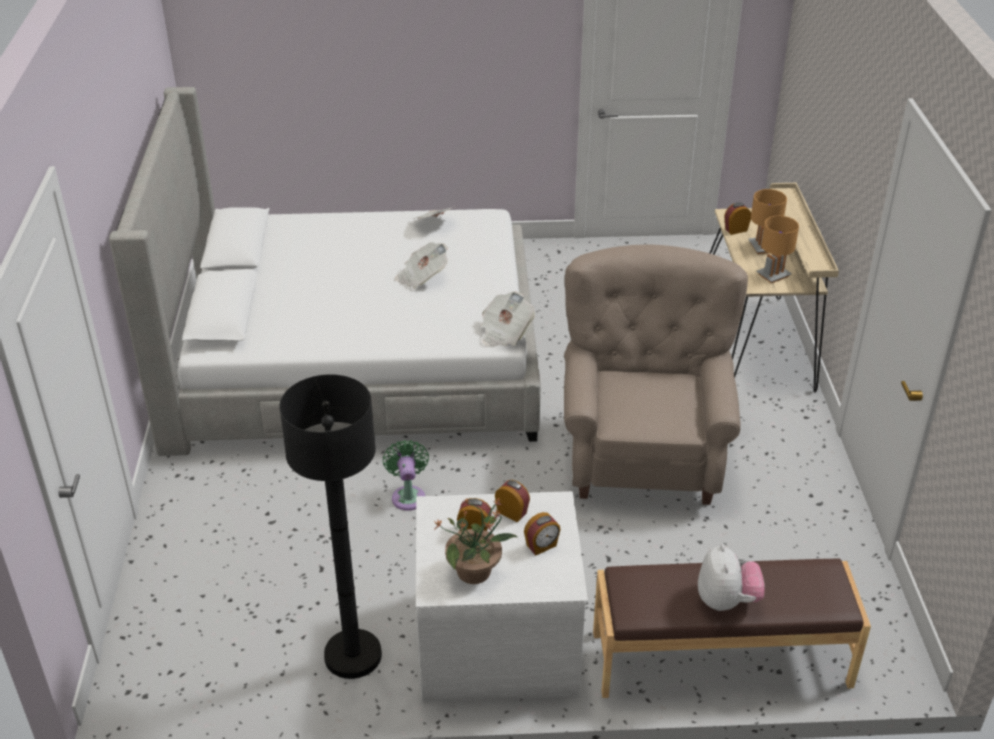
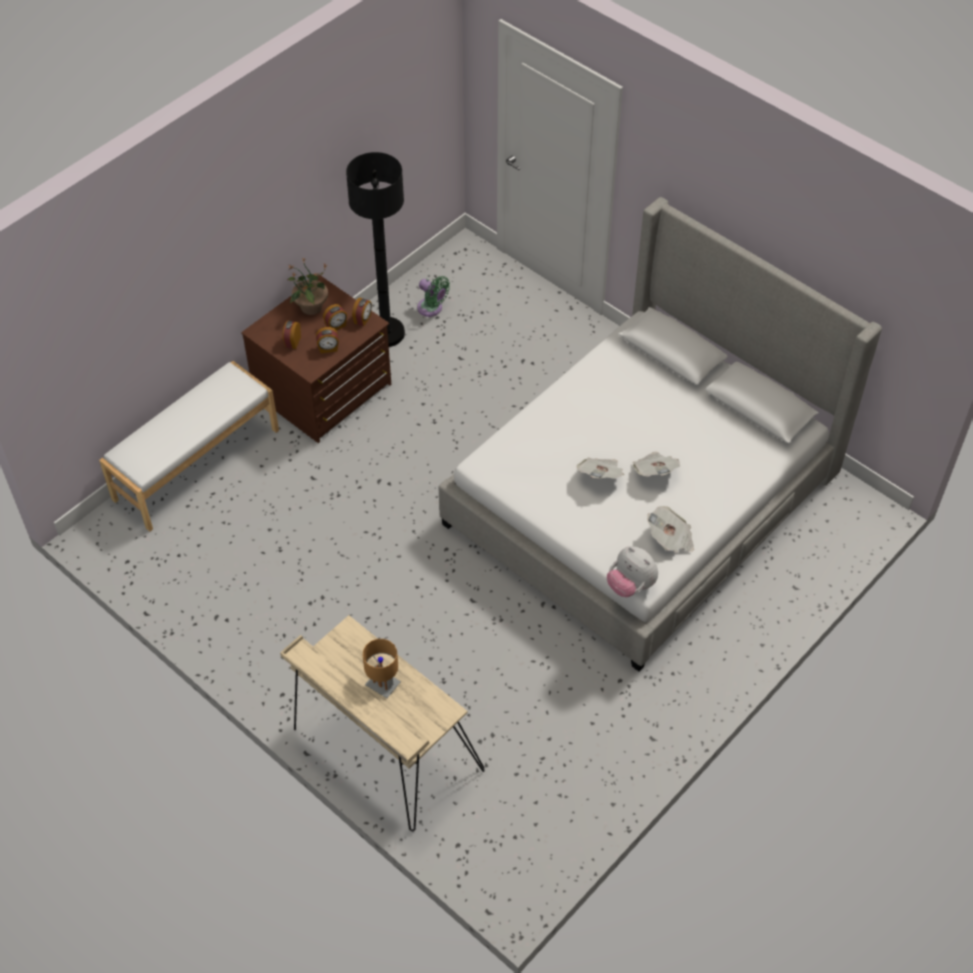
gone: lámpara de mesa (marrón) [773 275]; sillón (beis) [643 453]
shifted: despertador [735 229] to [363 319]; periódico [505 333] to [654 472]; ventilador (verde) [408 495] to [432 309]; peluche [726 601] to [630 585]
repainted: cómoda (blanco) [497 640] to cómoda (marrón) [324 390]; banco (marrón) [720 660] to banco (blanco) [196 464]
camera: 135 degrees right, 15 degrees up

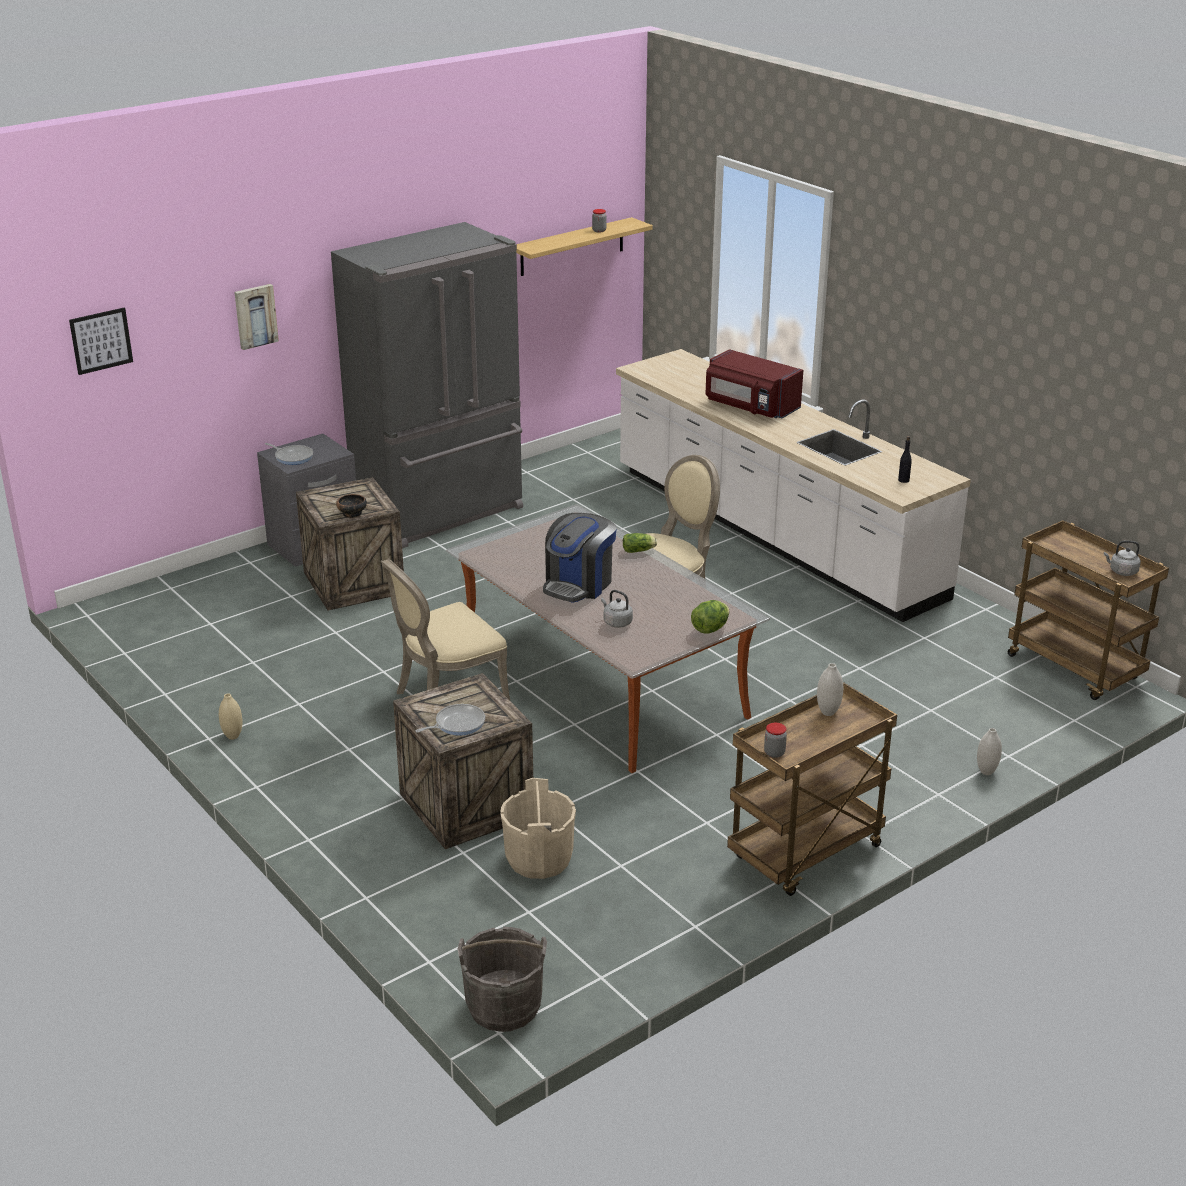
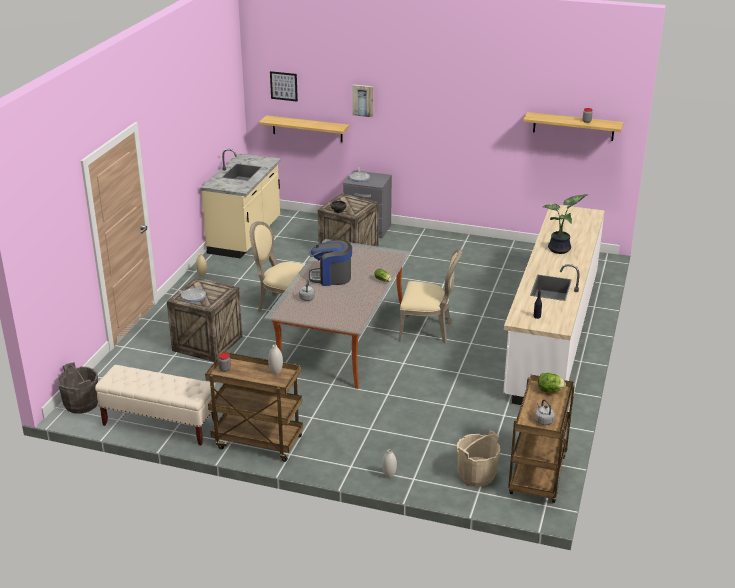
gone: nevera (gris) [441 512]
new: estante [307 128]; mueble bajo de cocina (beis) [245 237]; banco (beis) [160 424]
shifted: lechuga [710 629] to [549 391]; cubo (beis) [539 859] to [476 475]
swapped: microondas (rojo) [750 407] to planta en maceta [560 250]
camera: 55 degrees right, 0 degrees up

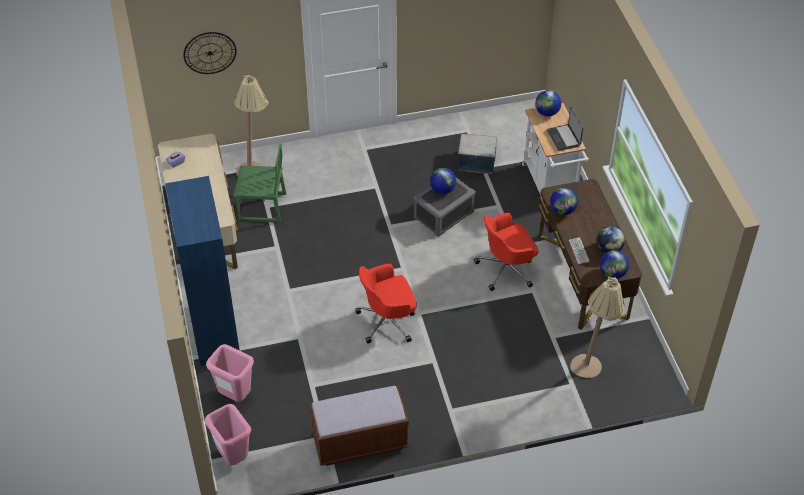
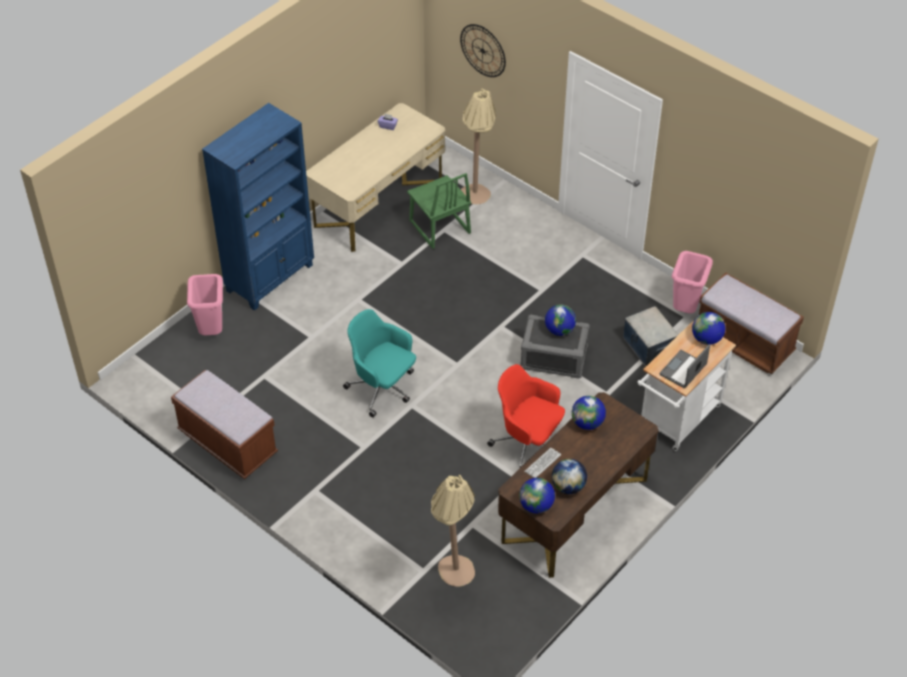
new: banco (marrón) [744 342]
shifted: papelera (rosa) [233 457] to [685 309]
repainted: silla de oficina (rojo) [388 321] to silla de oficina (turquesa) [382 388]
camera: 55 degrees right, 0 degrees up

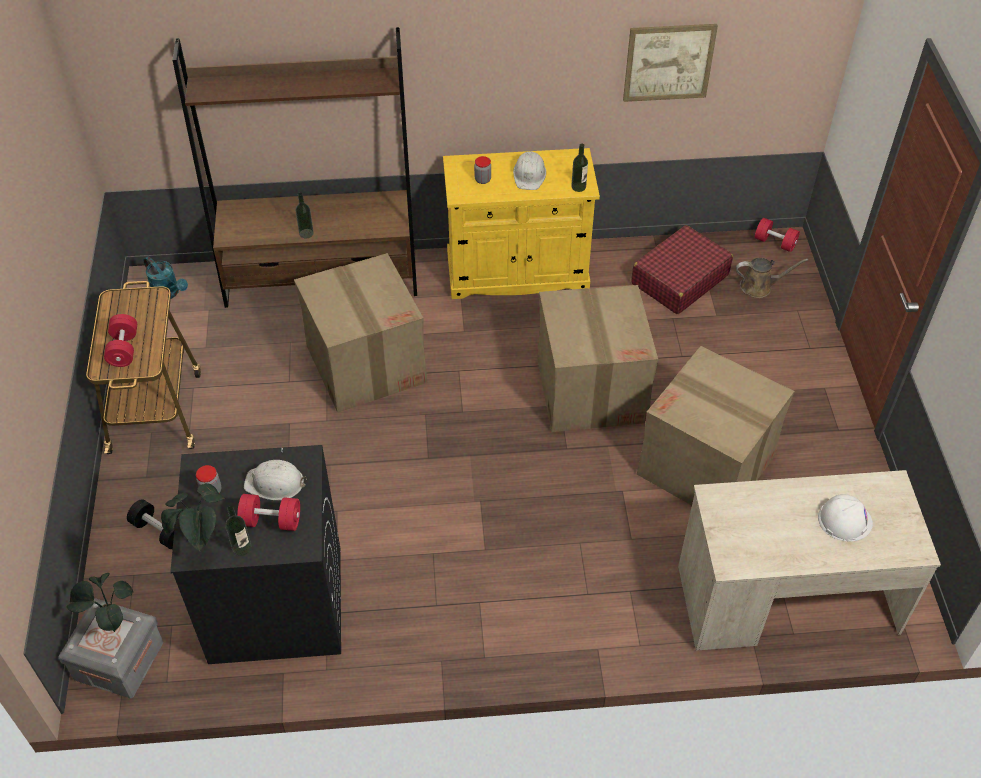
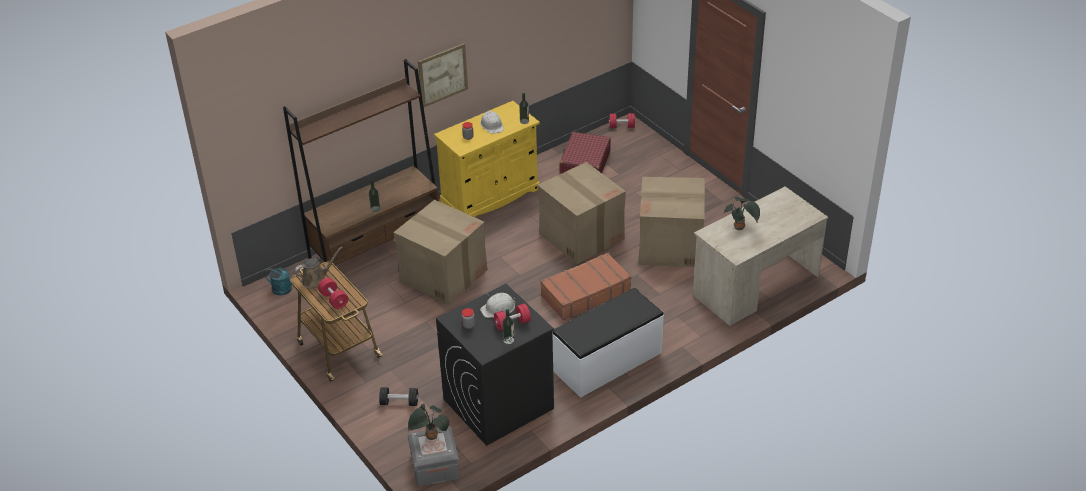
gone: casco (blanco) [844 520]
new: maleta (marrón) [585 293]; banco (blanco) [608 362]
shifted: cuadro [668 62] to [442 75]; regadera (marrón) [759 286] to [317 280]; planta en maceta [202 539] to [740 228]
camera: 30 degrees left, 10 degrees down

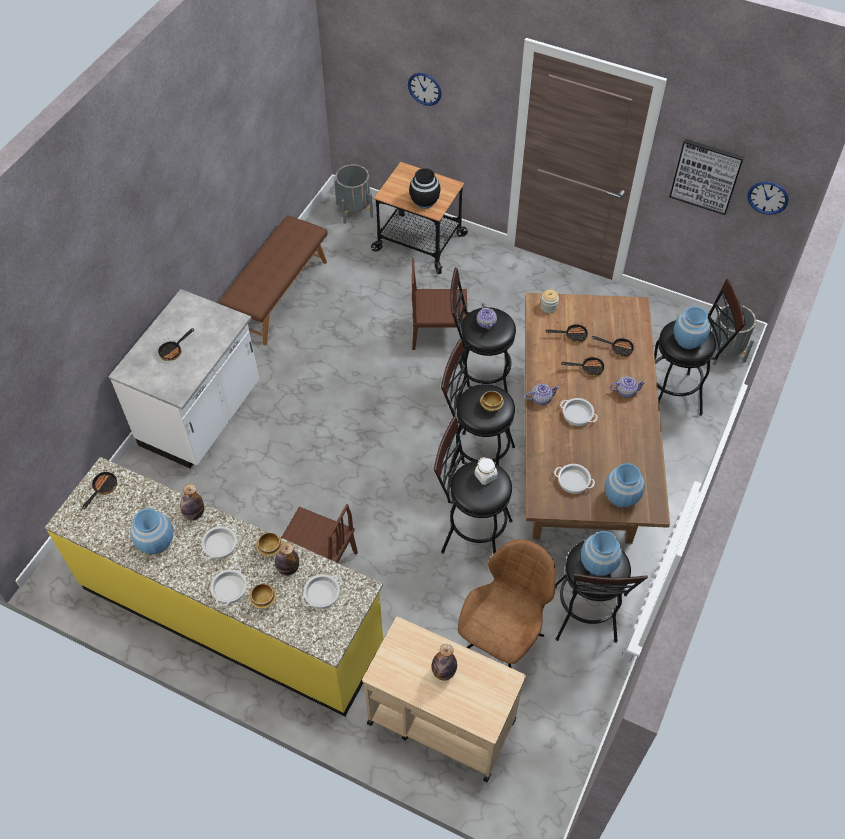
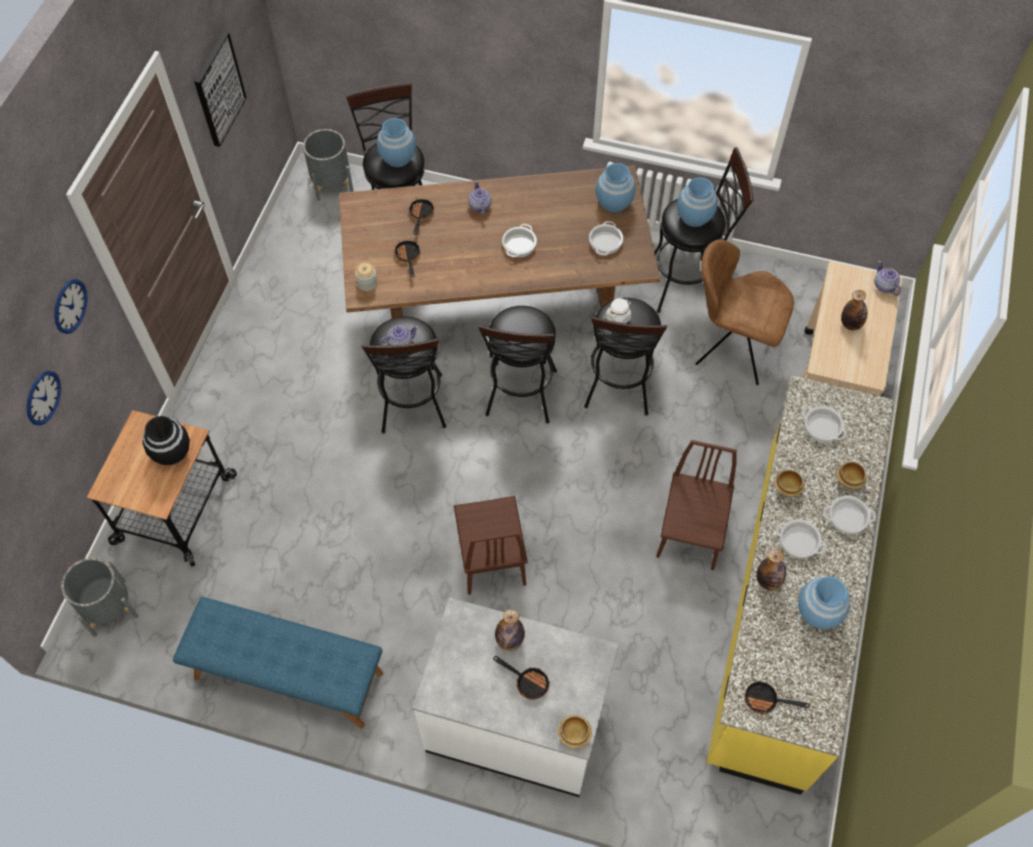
gone: sartén [588 368]
shifted: reloj de pared [768 197] to [70 306]; silla (marrón) [438 333] to [491 557]; tetera [540 399] to [884 286]; cuenco [490 406] to [574 735]; botella [288 568] to [509 640]
repainted: banco (marrón) [279 295] to banco (azul) [288 676]
camera: 100 degrees left, 5 degrees up

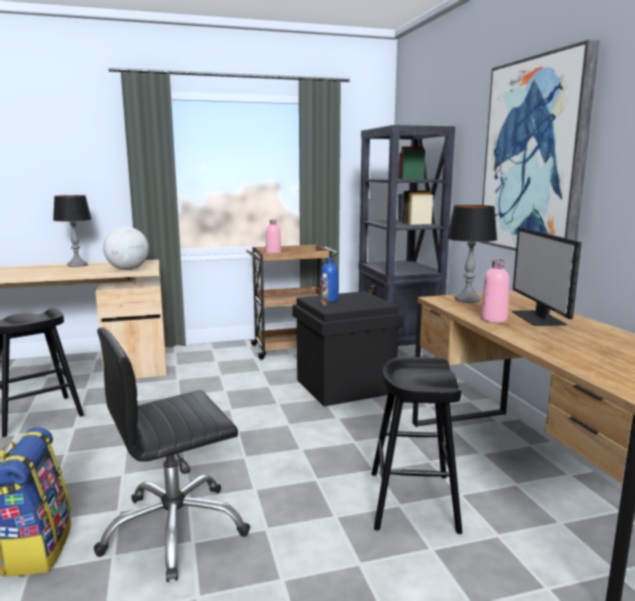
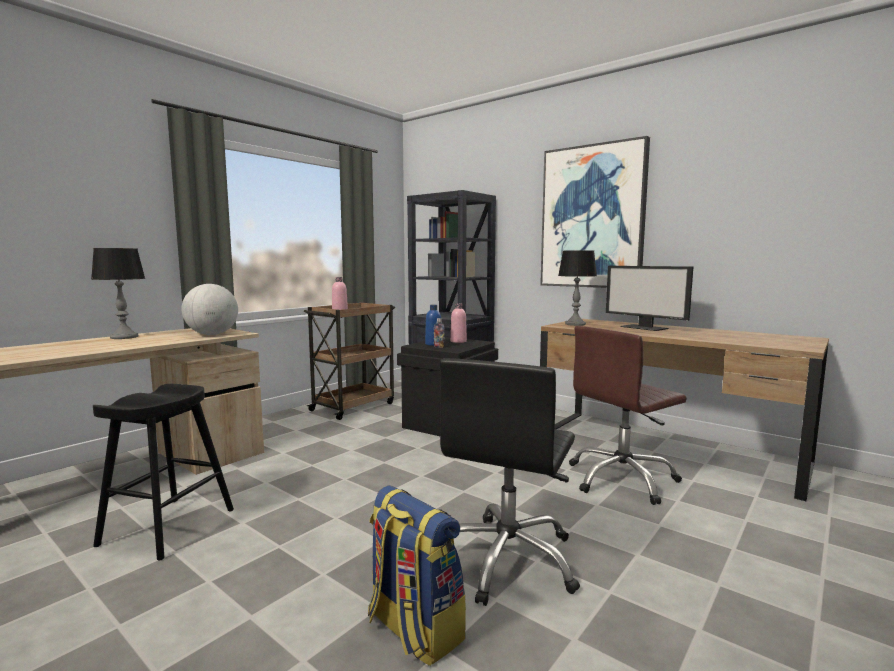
shifted: botella (rosa) [493 319] to [458 341]
swapped: taburete (negro) [413 501] to silla de oficina (marrón) [622 479]
camera: 35 degrees left, 5 degrees down

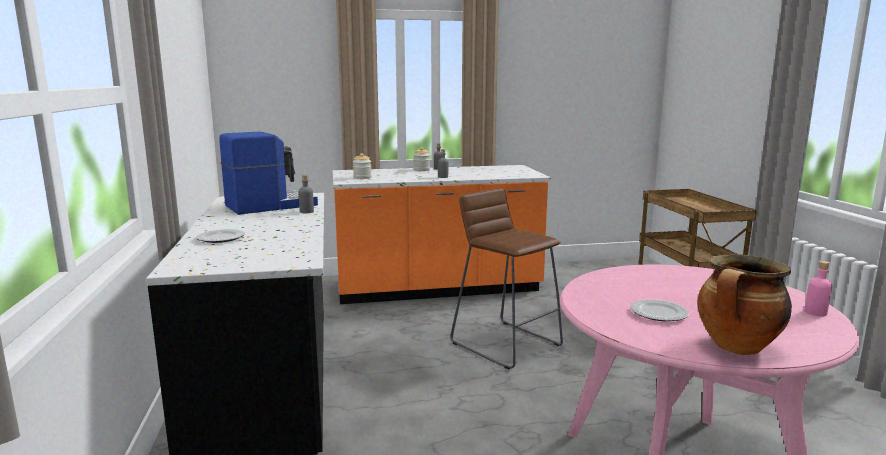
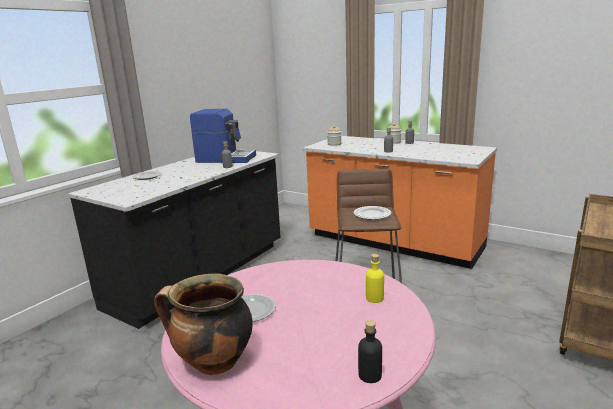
new: plato [372 214]; botella (amarillo) [374 298]
repainted: botella (rosa) [815 312] to botella (negro) [370 375]
camera: 45 degrees right, 5 degrees up

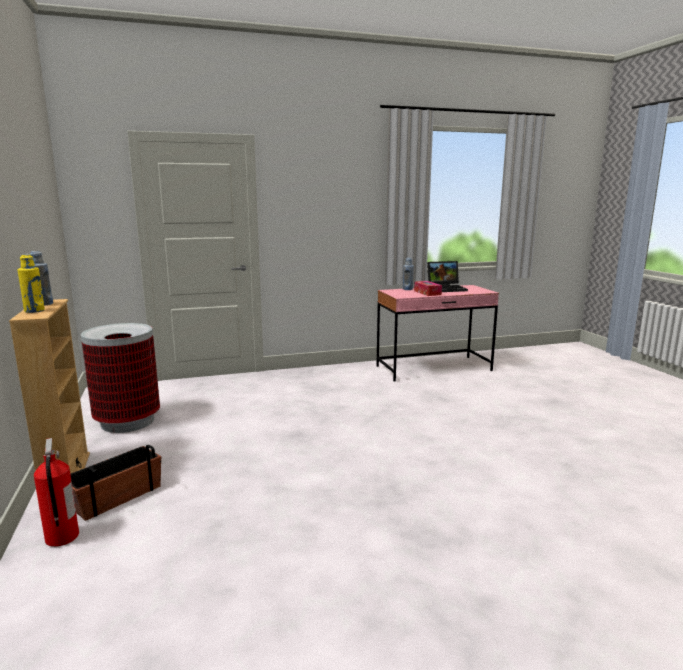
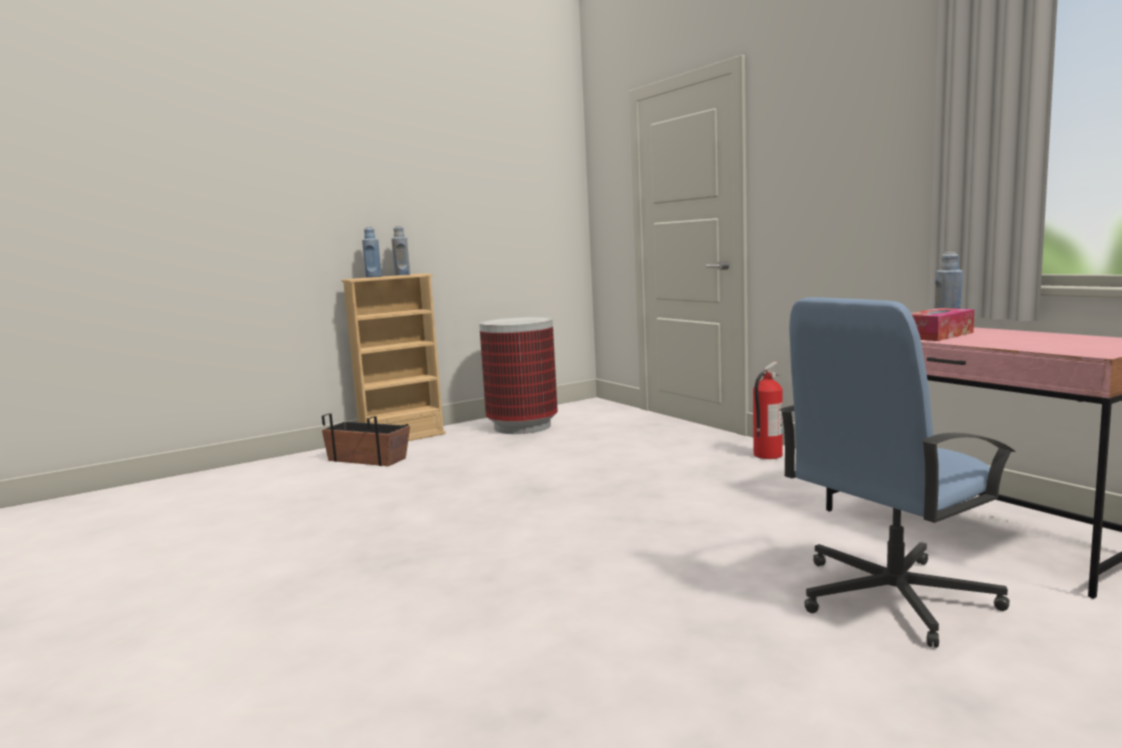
gone: portátil [447 289]
new: silla de oficina (azul) [890 597]
shifted: extintor [61 538] to [767 455]
repainted: botella (amarillo) [34 311] to botella (azul) [373 277]
camera: 75 degrees right, 5 degrees down

